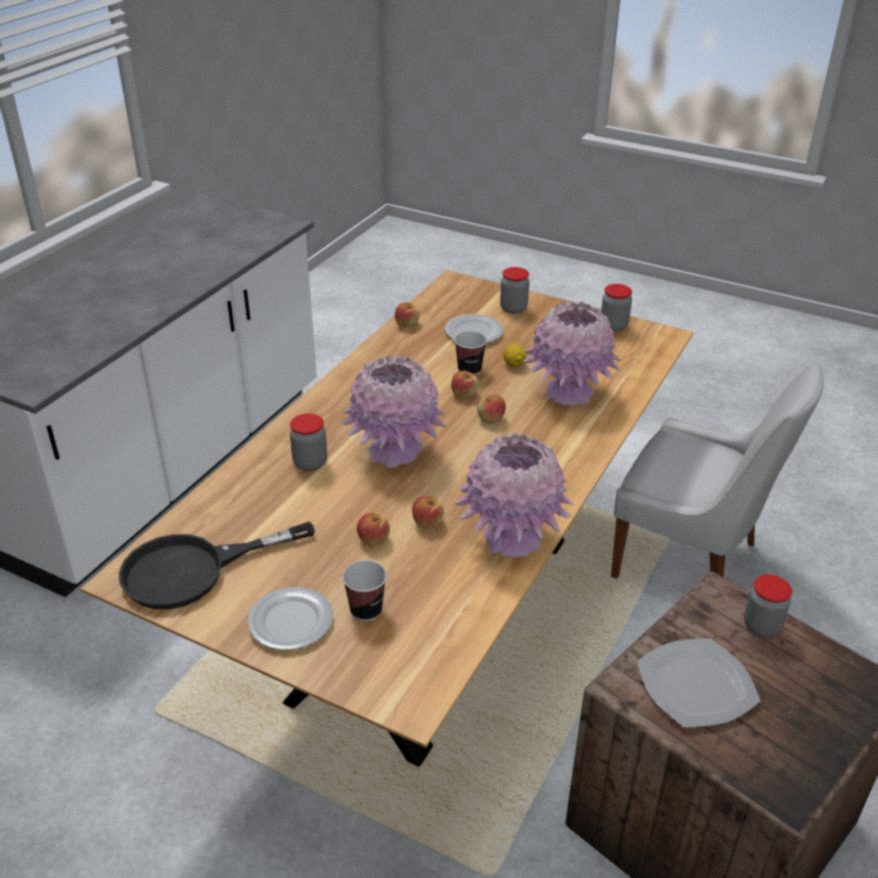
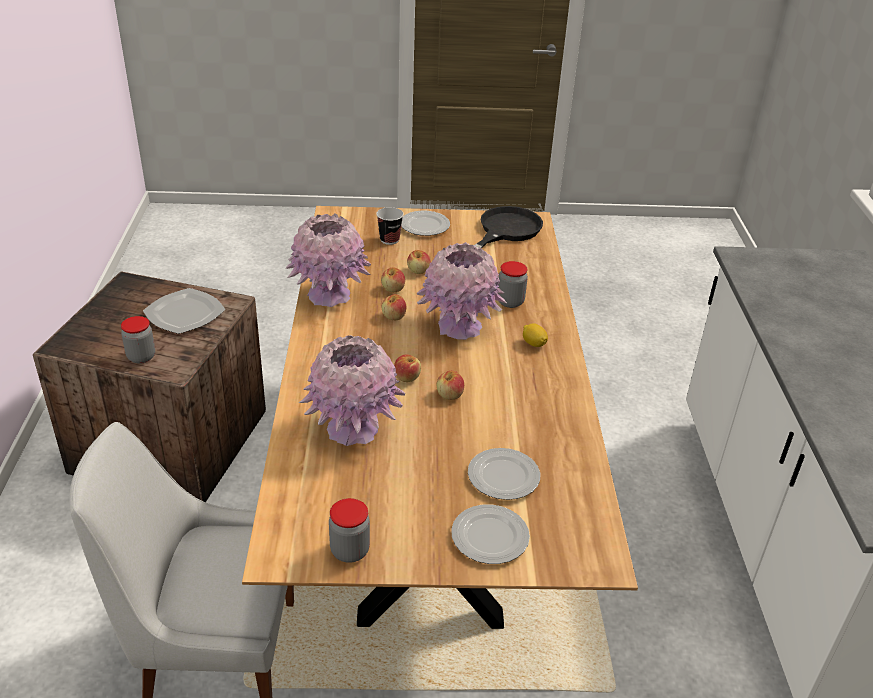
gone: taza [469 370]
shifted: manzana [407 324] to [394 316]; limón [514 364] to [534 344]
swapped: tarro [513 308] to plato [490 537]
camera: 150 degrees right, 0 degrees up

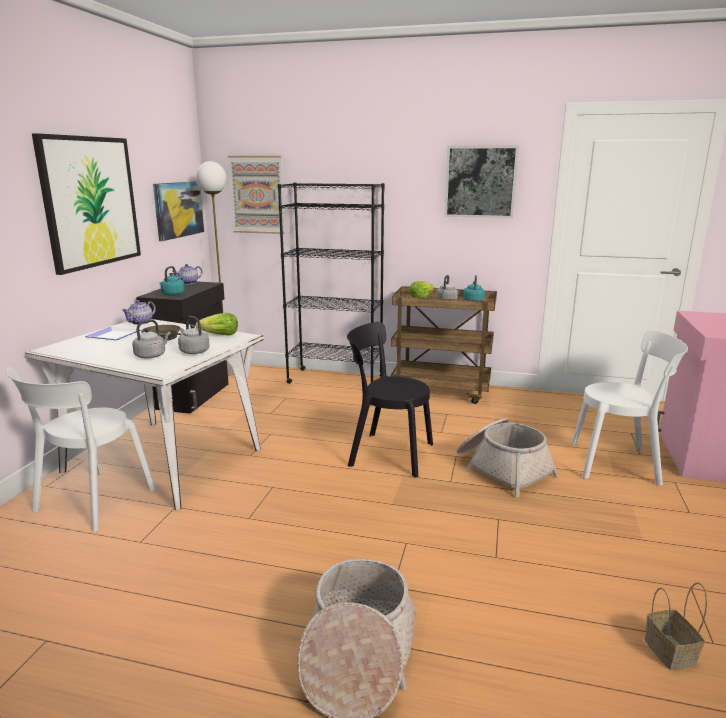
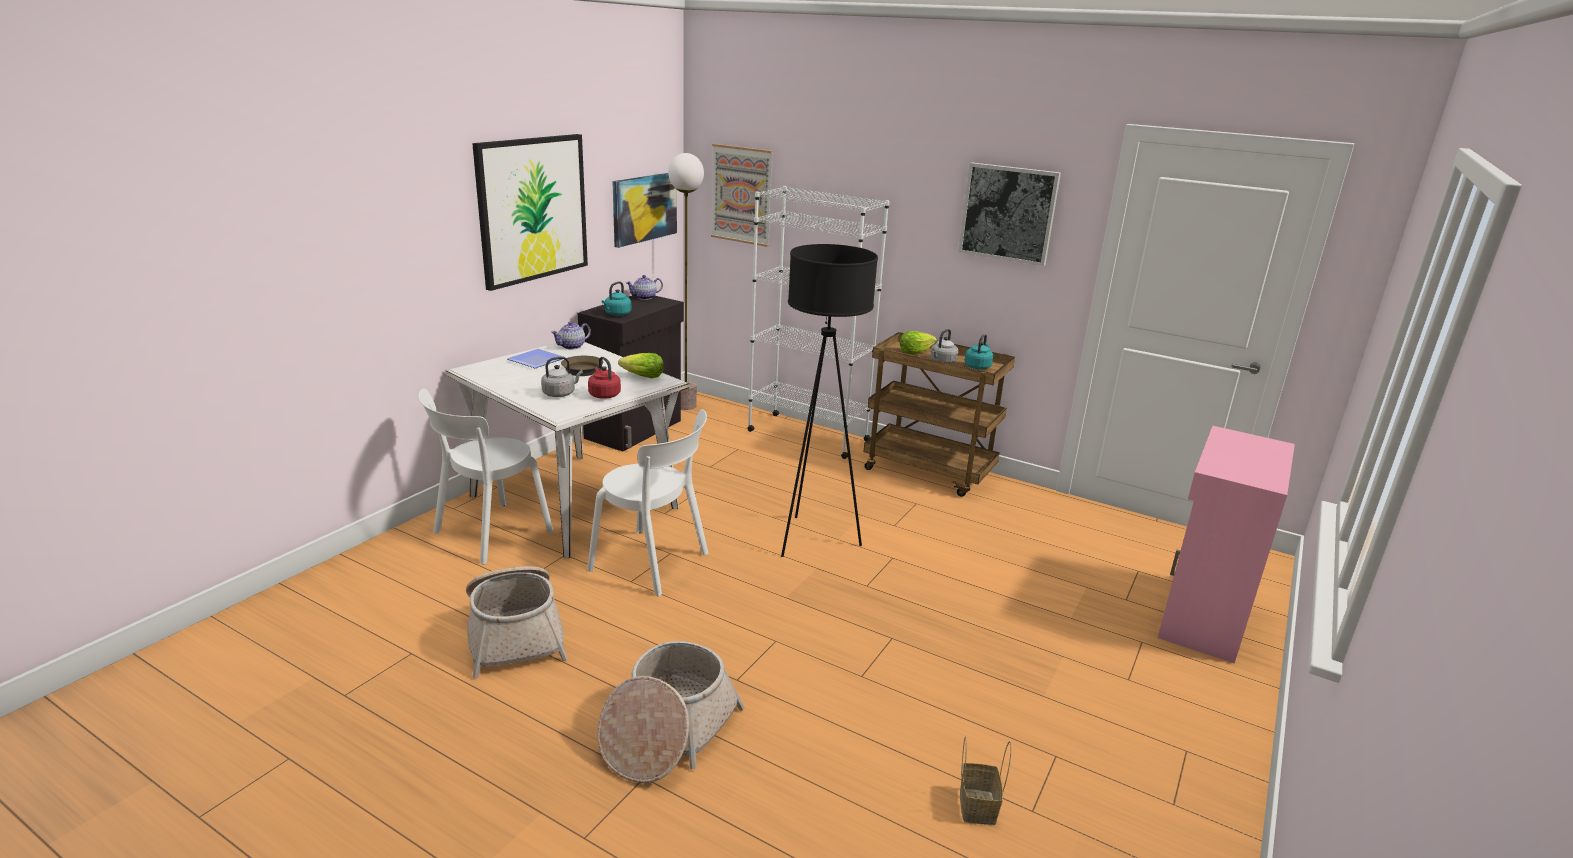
shifted: silla (blanco) [619 463] to [653 563]; cesta [502 469] to [515 633]
swapped: silla (negro) [387 453] to lámpara de pie (negro) [814 539]
repainted: estantería (negro) [335 380] to estantería (blanco) [807 435]; hervidor (gris) [193 351] to hervidor (rojo) [604 394]
camera: 15 degrees right, 5 degrees up

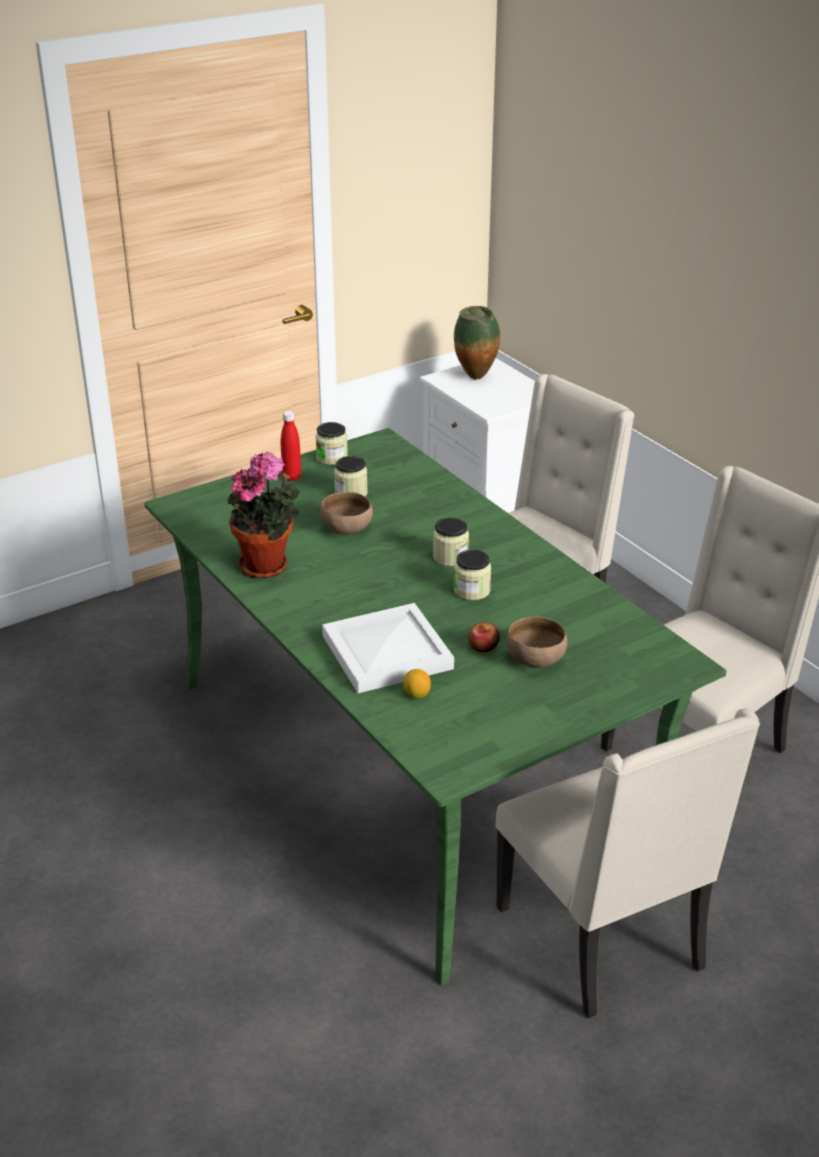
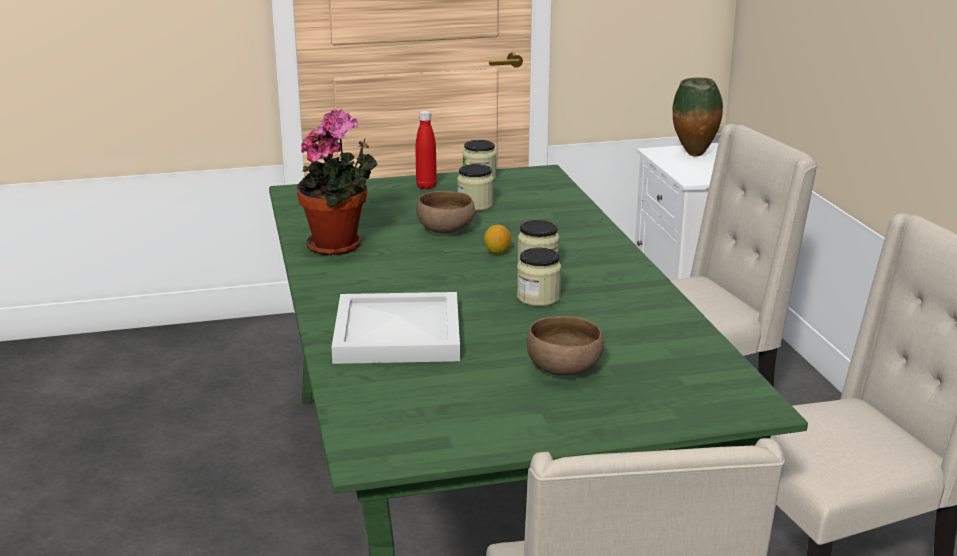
gone: manzana [483 647]
shifted: limón [416 695] to [497 252]
camera: 20 degrees right, 10 degrees down

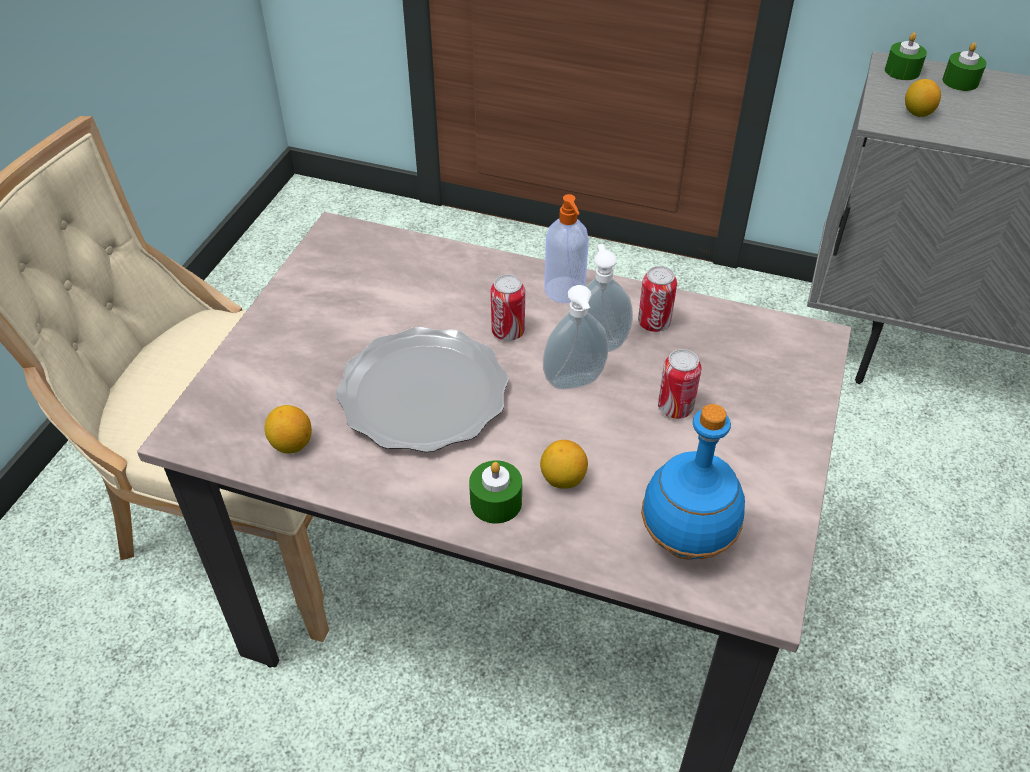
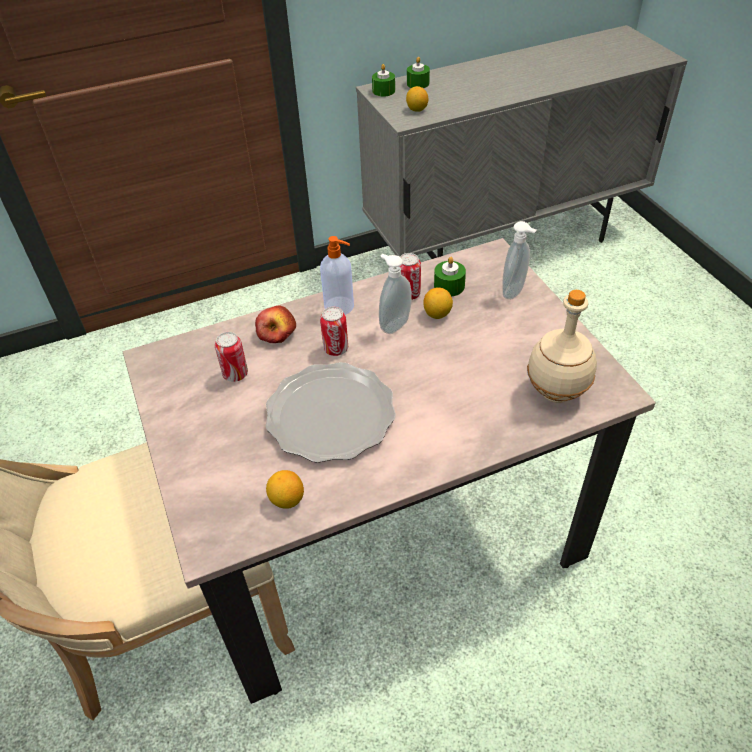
new: manzana [277 333]
shifted: dispensador de jabón [575 384] to [515 292]; lata [675 408] to [235 374]; limón [563 479] to [437 314]; vela (verde) [496 502] to [449 286]
repainted: botella (azul) [687 541] to botella (beis) [556 392]
camera: 40 degrees left, 0 degrees up

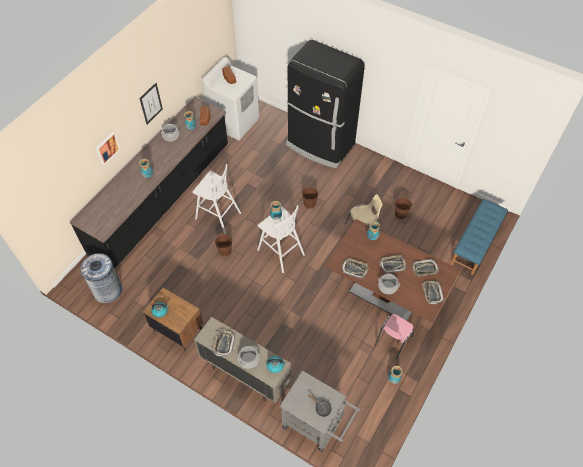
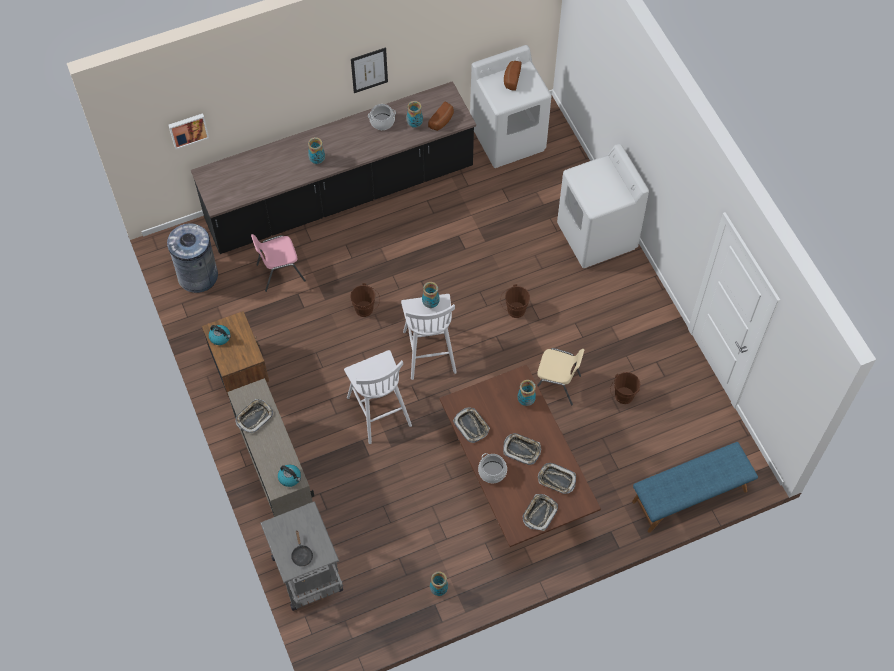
gone: olla [249 359]
shifted: cuadro [107 147] to [188 129]; taburete (blanco) [217 215] to [378 410]; silla (rosa) [392 341] to [280 272]
swapped: nevera (negro) [320 145] to lavadora (blanco) [597 236]
camera: 35 degrees right, 5 degrees up

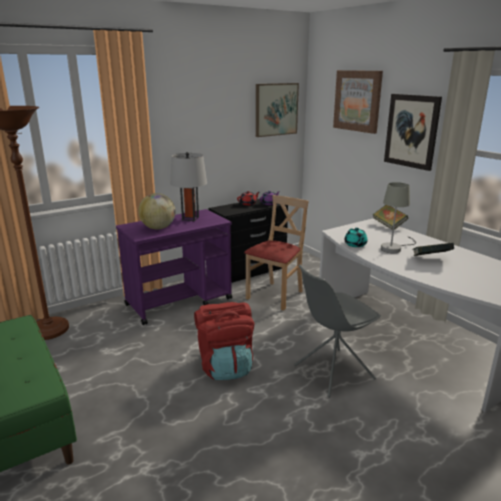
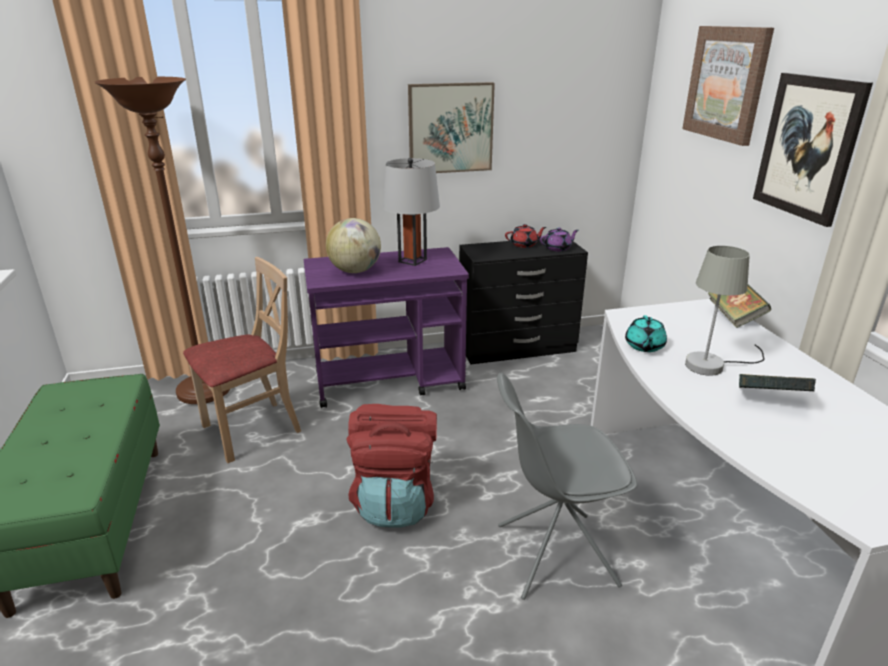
shifted: cuadro [276 109] to [450 128]; silla (beis) [275 295] to [252 430]
camera: 20 degrees right, 5 degrees up

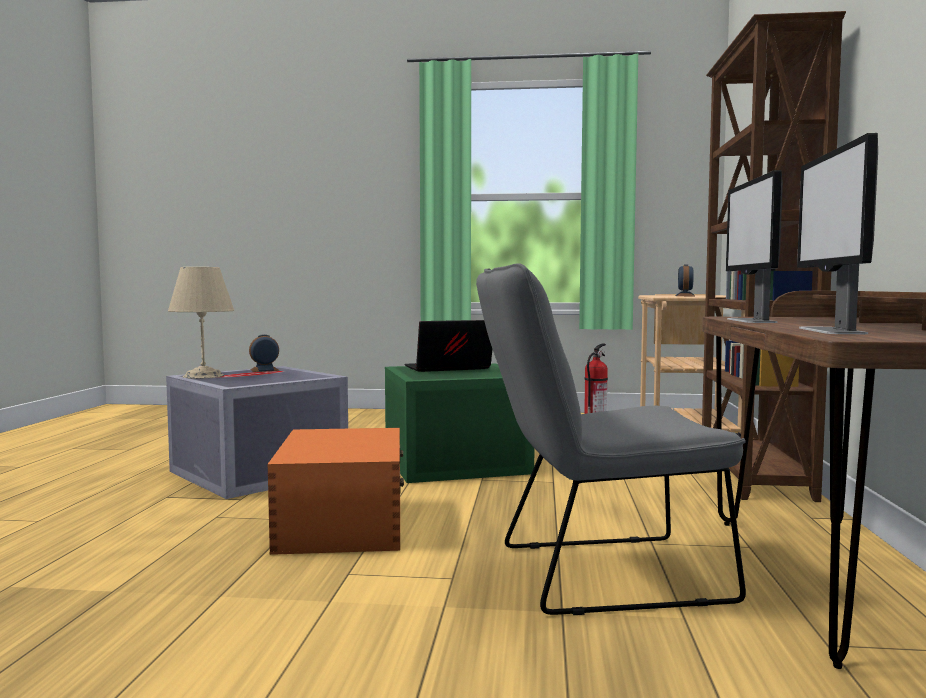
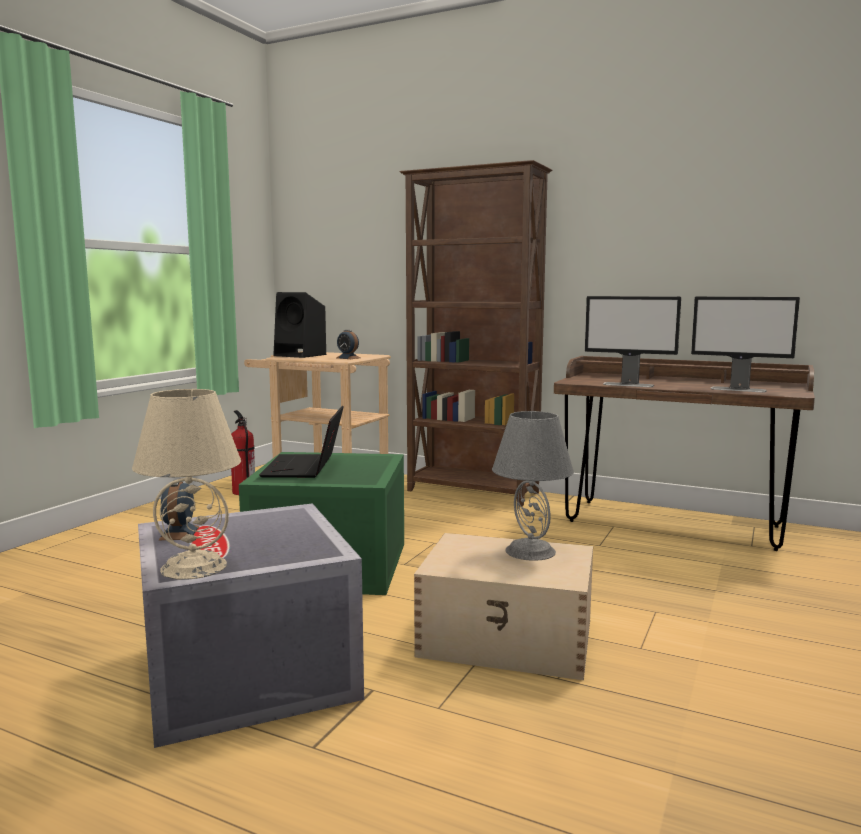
gone: silla (gris) [595 574]
new: altavoz (negro) [301 355]; lámpara de mesa (gris) [529 551]
repainted: caja de almacenaje (naranja) [341 525] to caja de almacenaje (beis) [508 639]
camera: 70 degrees left, 5 degrees up

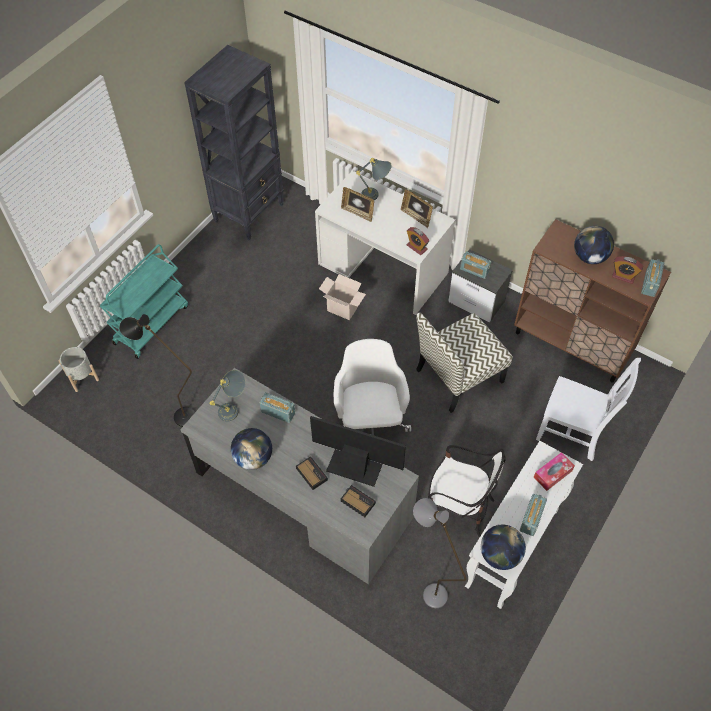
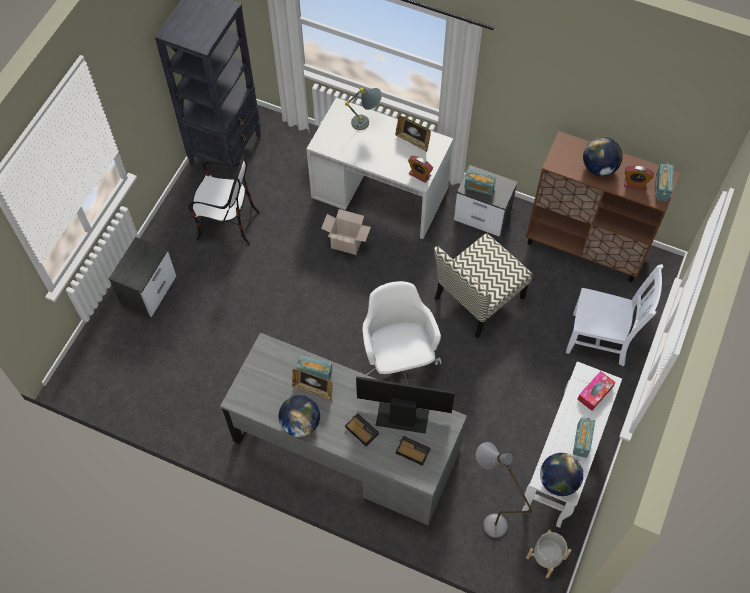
gone: lámpara de pie (negro) [177 415]; lámpara de mesa (gris) [234 408]
shifted: portarretratos [358 213] to [313 390]; maceta (gris) [82 377] to [546 558]; silla [457 509] to [227 223]
swapped: carrito (turquesa) [151 324] to mesita de noche [149 289]
camera: 10 degrees left, 5 degrees up

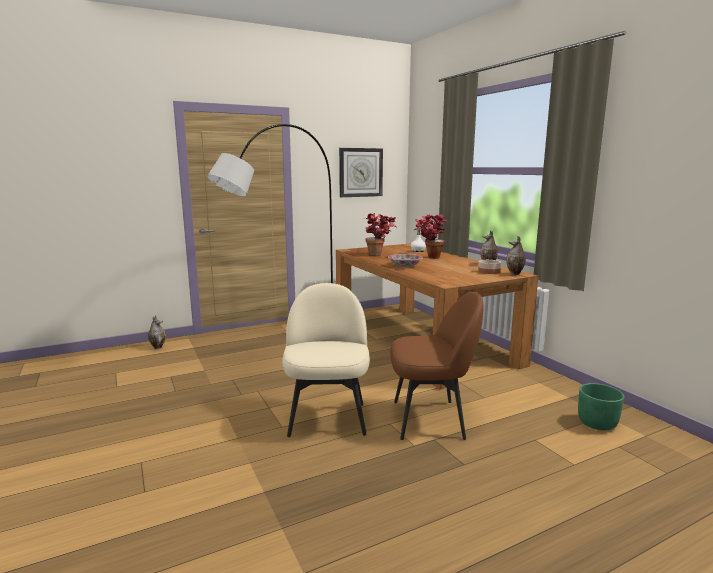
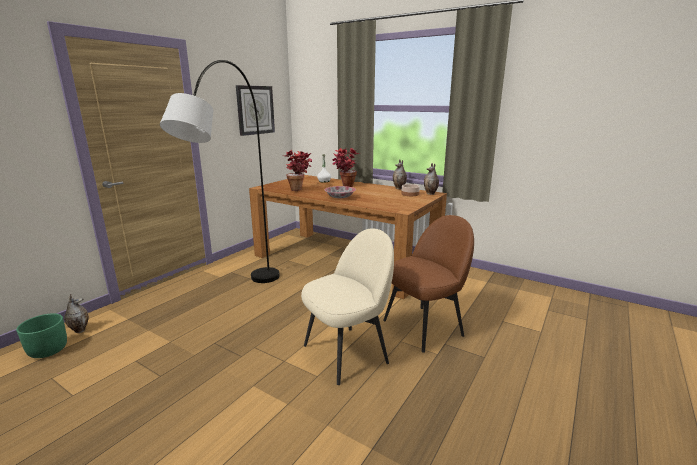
shifted: maceta (verde) [596 423] to [48 350]
rotated: silla (beis) [327 418] = [347 353] 90 degrees clockwise
camera: 30 degrees left, 5 degrees up

